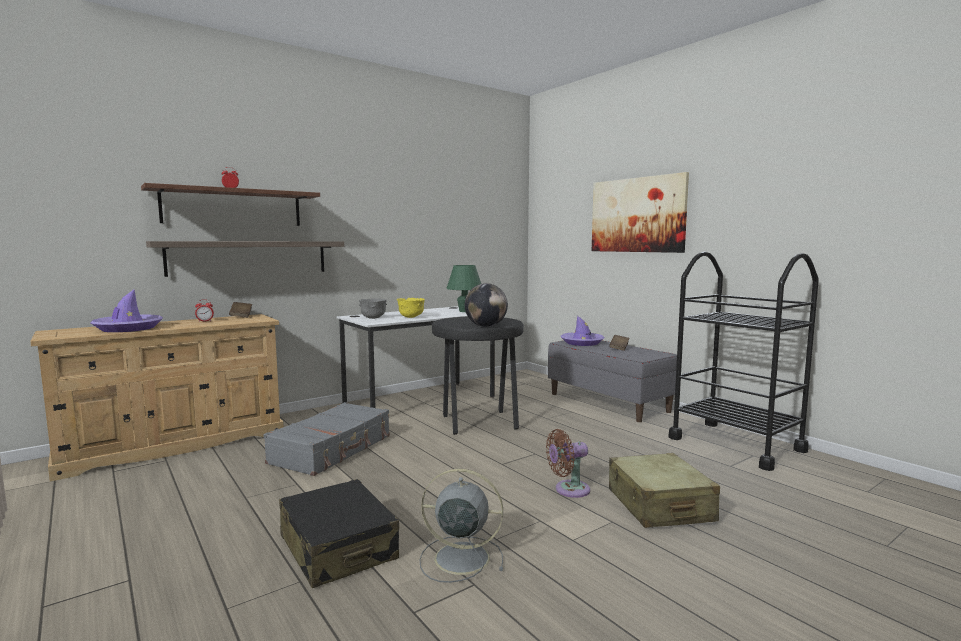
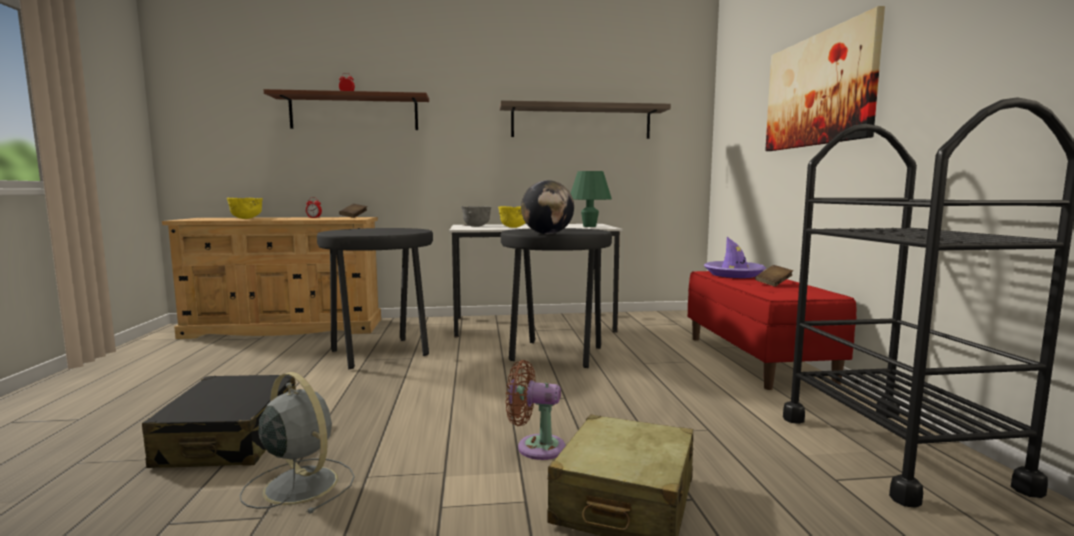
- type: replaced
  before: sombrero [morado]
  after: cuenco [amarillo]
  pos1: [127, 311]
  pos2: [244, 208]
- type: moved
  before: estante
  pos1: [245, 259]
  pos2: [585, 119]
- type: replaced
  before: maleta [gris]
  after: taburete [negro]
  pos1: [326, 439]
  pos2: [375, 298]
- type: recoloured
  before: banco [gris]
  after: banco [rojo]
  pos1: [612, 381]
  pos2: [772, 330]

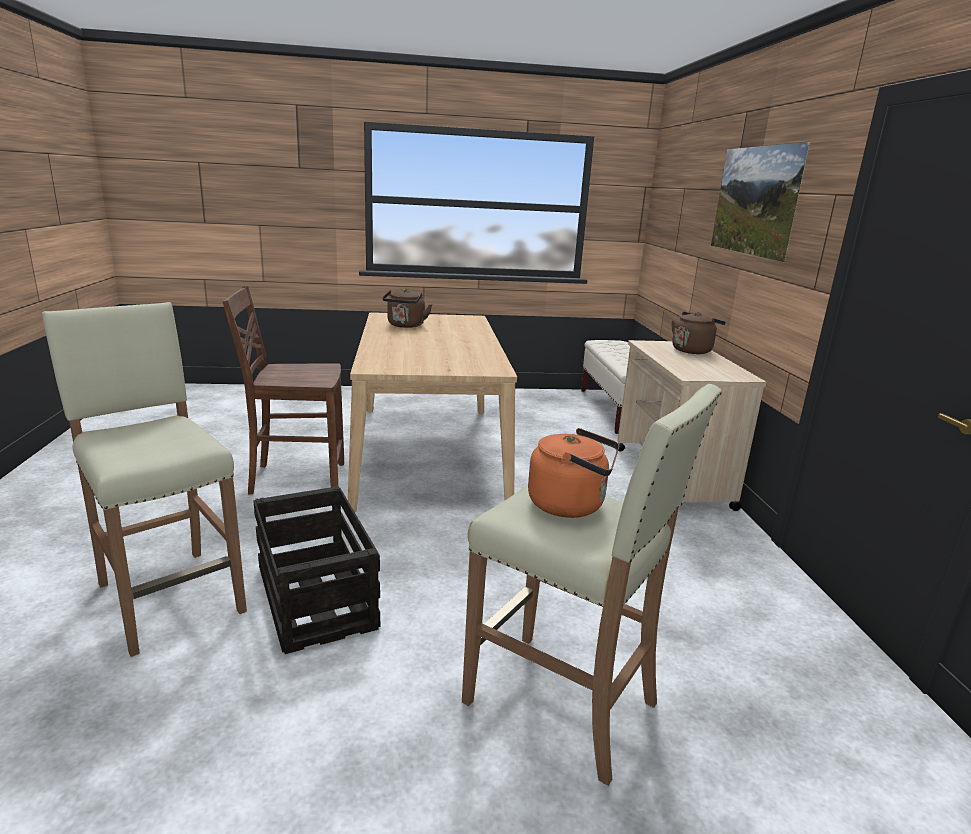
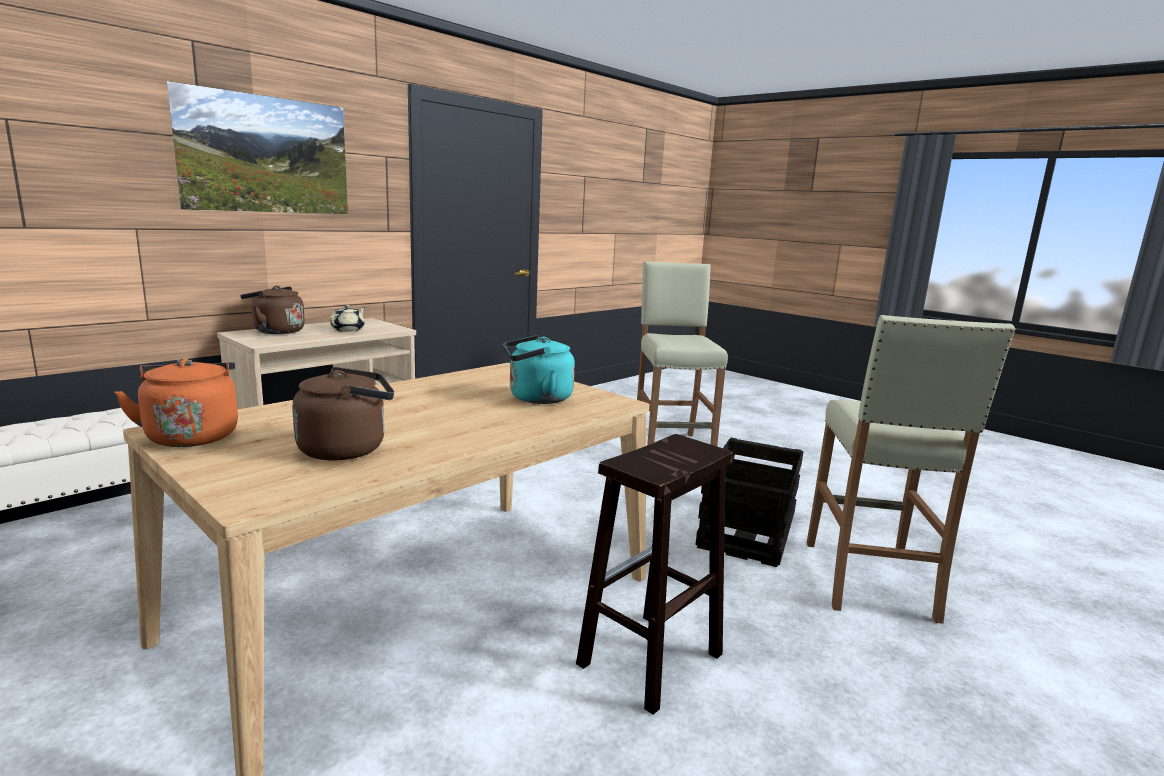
- type: replaced
  before: silla [marrón]
  after: taburete [marrón]
  pos1: [283, 390]
  pos2: [654, 574]
- type: moved
  before: hervidor [naranja]
  pos1: [573, 473]
  pos2: [176, 403]
- type: added
  after: tetera [beis]
  pos2: [347, 318]
- type: added
  after: hervidor [turquesa]
  pos2: [539, 369]

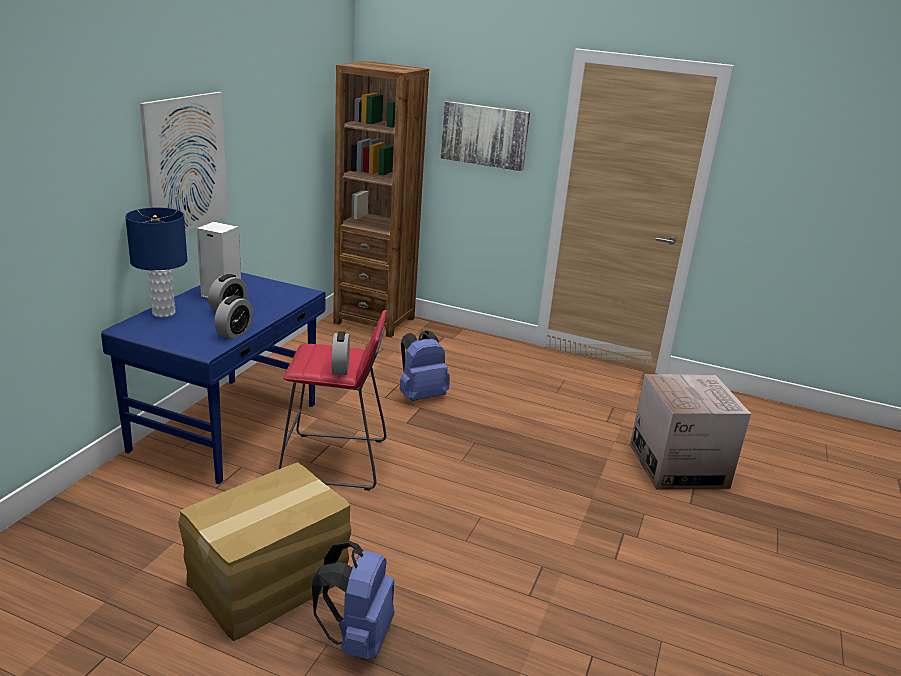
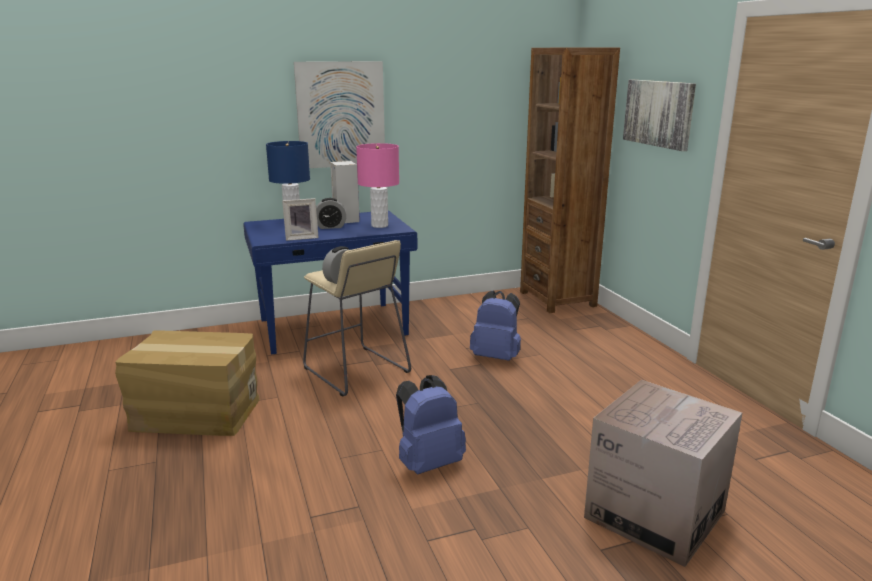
- type: replaced
  before: despertador
  after: portarretratos
  pos1: [233, 317]
  pos2: [300, 219]
- type: recoloured
  before: taburete [rojo]
  after: taburete [beis]
  pos1: [333, 400]
  pos2: [357, 318]
- type: moved
  before: mochila [azul]
  pos1: [353, 600]
  pos2: [431, 424]
- type: added
  after: lámpara de mesa [rosa]
  pos2: [377, 185]

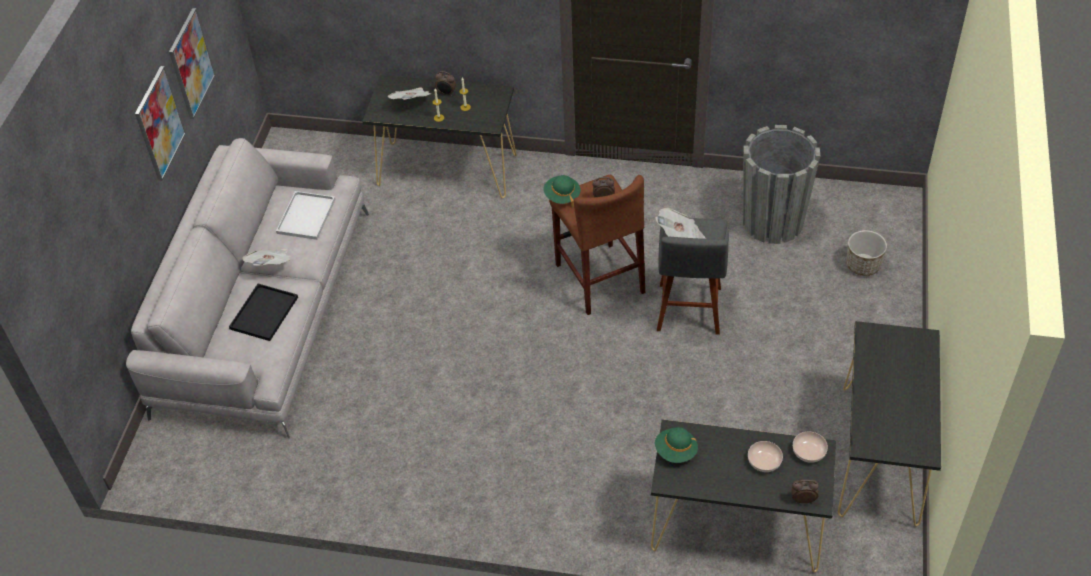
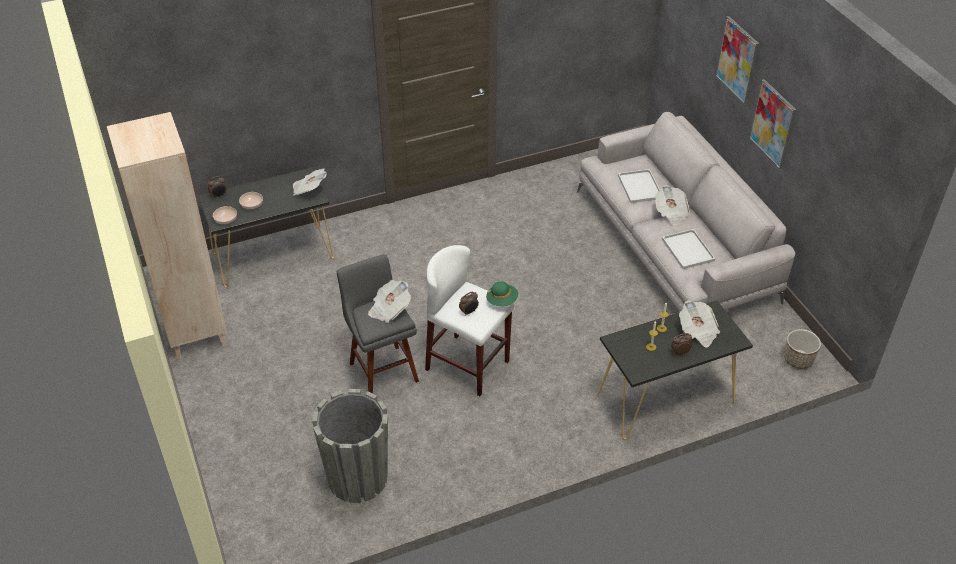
- type: moved
  before: cuadro
  pos1: [192, 63]
  pos2: [737, 60]
- type: recoloured
  before: bandeja [negro]
  after: bandeja [blanco]
  pos1: [263, 312]
  pos2: [639, 186]
- type: recoloured
  before: taburete [marrón]
  after: taburete [blanco]
  pos1: [597, 245]
  pos2: [469, 320]
- type: replaced
  before: sombrero [verde]
  after: periódico
  pos1: [676, 445]
  pos2: [310, 182]
- type: replaced
  before: mesa consola [negro]
  after: estantería [beis]
  pos1: [889, 424]
  pos2: [167, 235]
- type: moved
  before: maceta
  pos1: [866, 253]
  pos2: [802, 349]

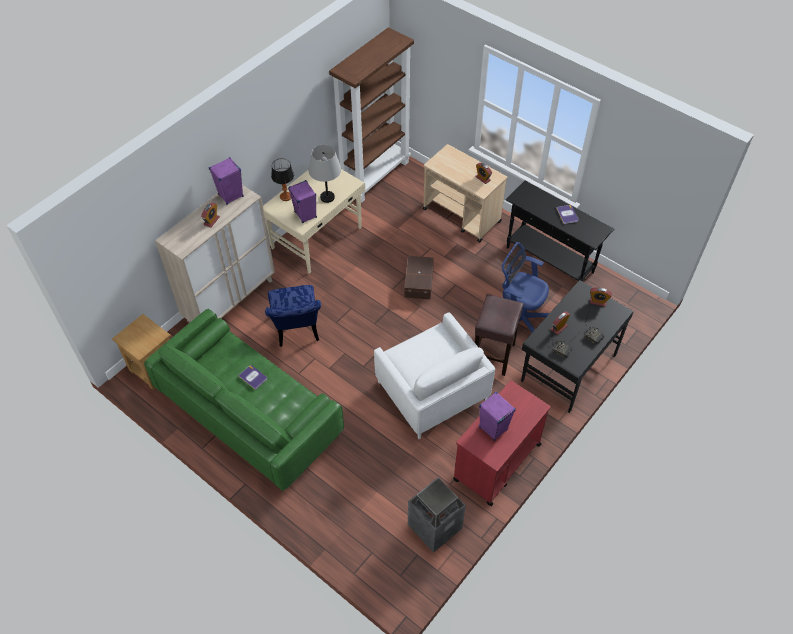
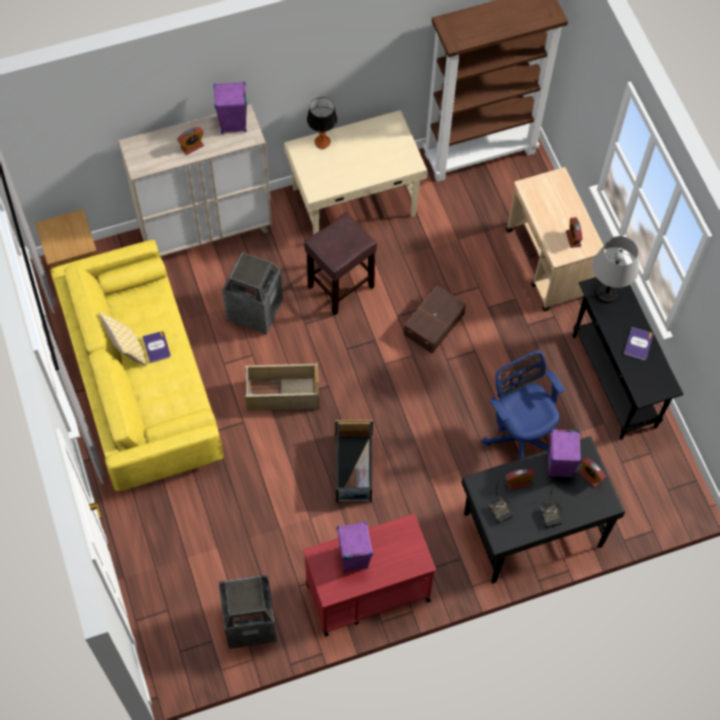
- type: recoloured
  before: sofá [verde]
  after: sofá [amarillo]
  pos1: [244, 400]
  pos2: [137, 365]
- type: replaced
  before: silla [azul]
  after: papelera
  pos1: [293, 316]
  pos2: [252, 293]
- type: moved
  before: altavoz [morado]
  pos1: [302, 201]
  pos2: [564, 453]
- type: moved
  before: lámpara de mesa [gris]
  pos1: [324, 174]
  pos2: [615, 269]
- type: replaced
  before: sillón [blanco]
  after: caja de almacenaje [negro]
  pos1: [434, 375]
  pos2: [354, 461]
- type: moved
  before: taburete [marrón]
  pos1: [499, 335]
  pos2: [340, 263]
- type: added
  after: cojín
  pos2: [123, 339]
- type: added
  after: caja de almacenaje [beis]
  pos2: [282, 386]

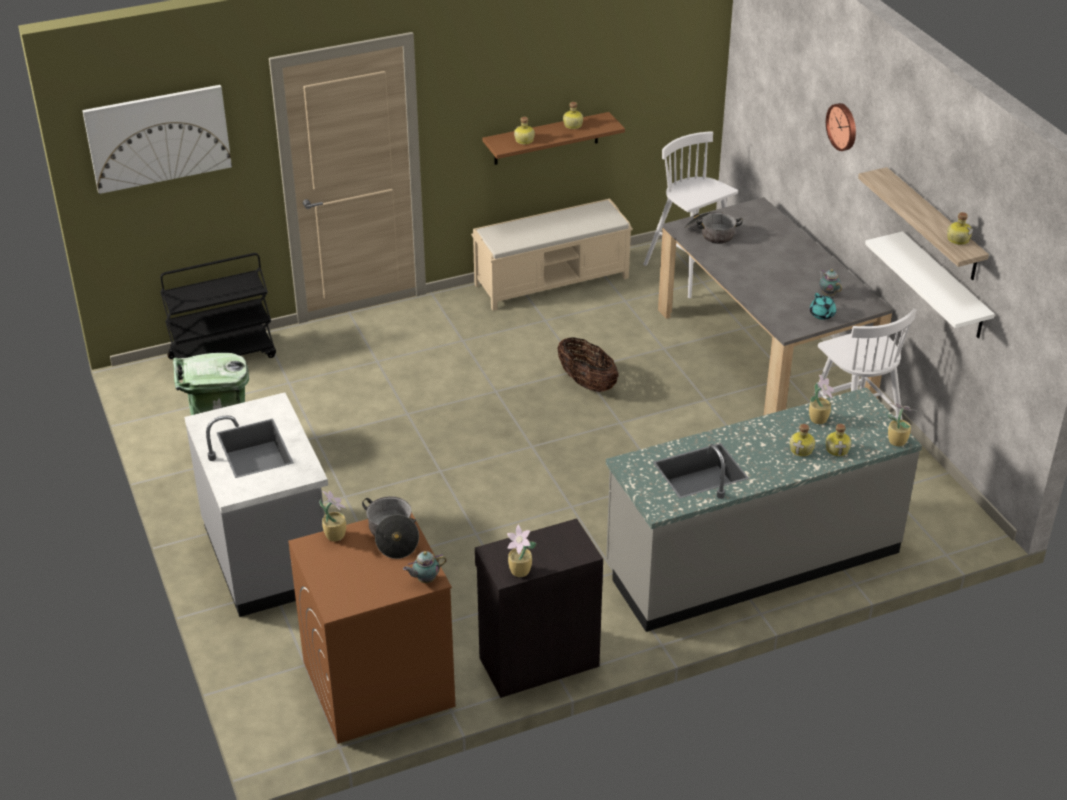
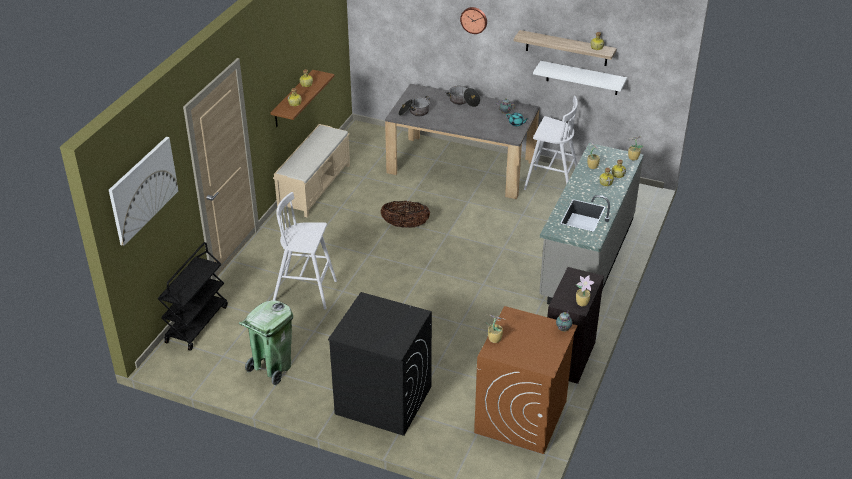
- type: replaced
  before: mueble bajo de cocina [gris]
  after: lavadora [negro]
  pos1: [256, 504]
  pos2: [380, 364]
- type: moved
  before: olla
  pos1: [390, 527]
  pos2: [463, 96]
- type: moved
  before: taburete [blanco]
  pos1: [690, 214]
  pos2: [305, 250]

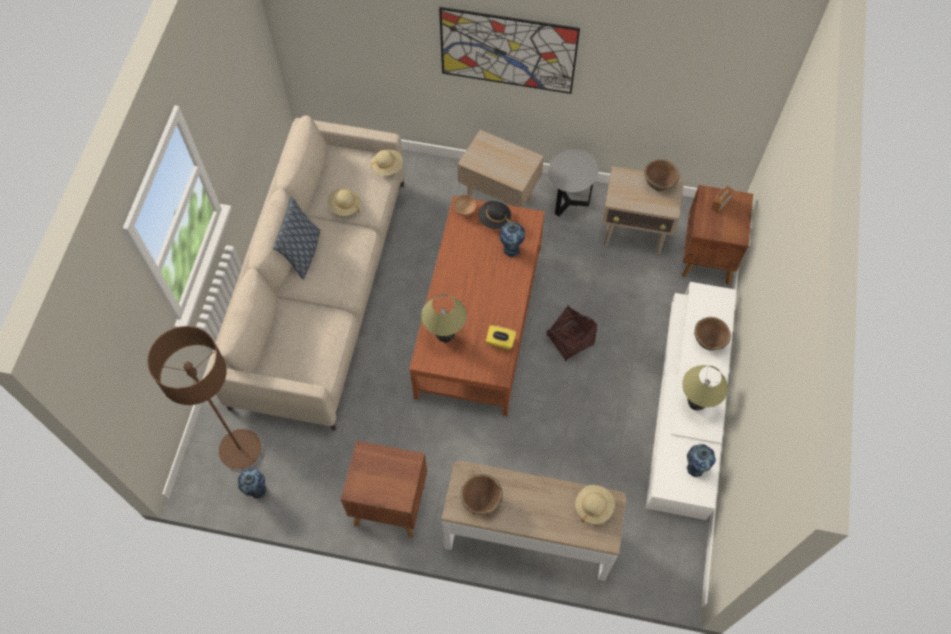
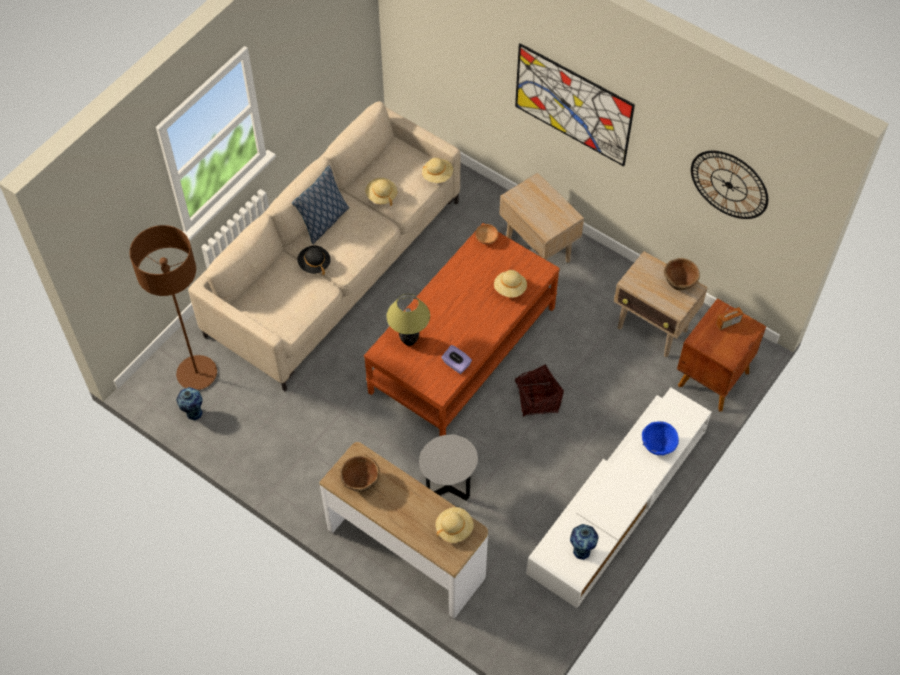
- type: removed
  before: mesita de noche [marrón]
  pos1: [383, 489]
- type: moved
  before: sombrero [negro]
  pos1: [495, 215]
  pos2: [314, 260]
- type: recoloured
  before: caja de pañuelos [amarillo]
  after: caja de pañuelos [morado]
  pos1: [501, 337]
  pos2: [456, 359]
- type: replaced
  before: florero
  after: sombrero [beis]
  pos1: [512, 239]
  pos2: [510, 284]
- type: moved
  before: mesa auxiliar [gris]
  pos1: [573, 182]
  pos2: [448, 468]
- type: removed
  before: lámpara de mesa
  pos1: [705, 387]
- type: recoloured
  before: cuenco [marrón]
  after: cuenco [azul]
  pos1: [712, 333]
  pos2: [660, 438]
- type: added
  after: reloj de pared
  pos2: [729, 185]

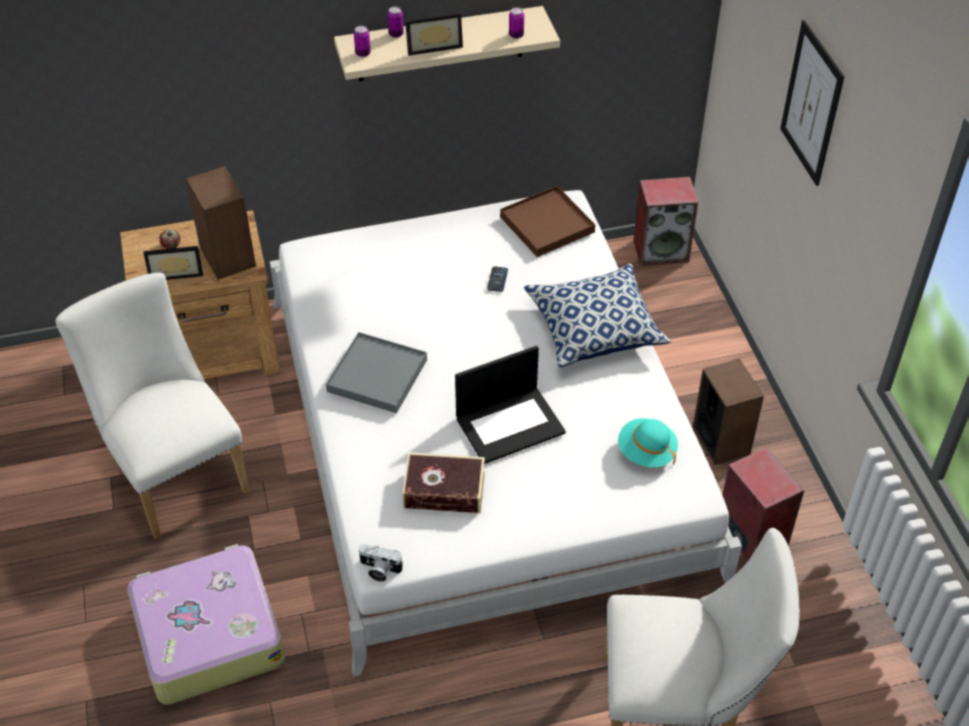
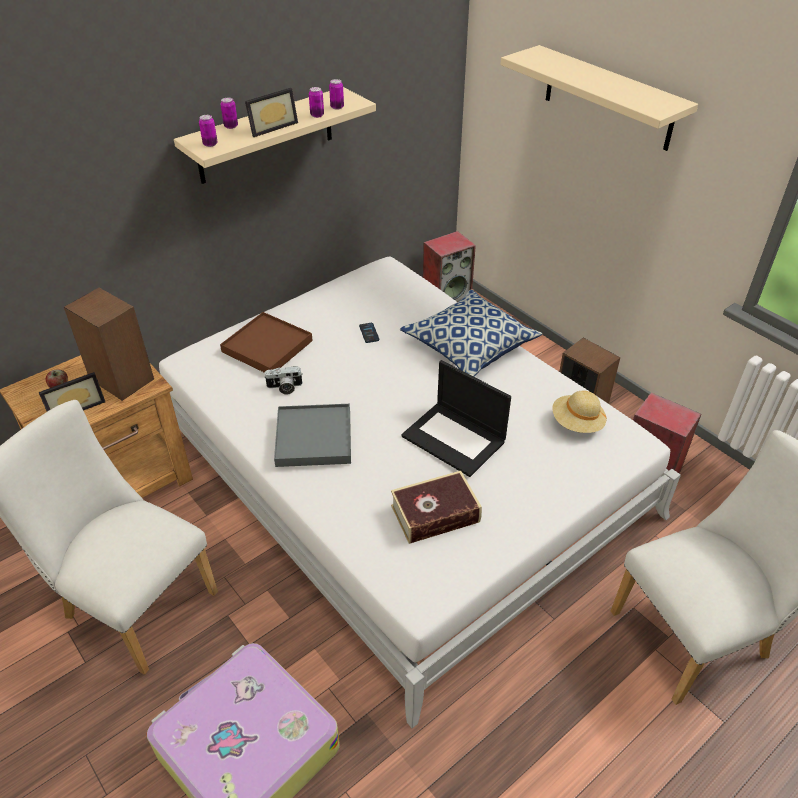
- type: moved
  before: cámara
  pos1: [381, 563]
  pos2: [283, 380]
- type: turned
  before: portátil
  pos1: [510, 405]
  pos2: [456, 418]
  turn: 90
- type: moved
  before: bandeja [marrón]
  pos1: [547, 221]
  pos2: [266, 342]
- type: recoloured
  before: sombrero [turquesa]
  after: sombrero [beis]
  pos1: [648, 442]
  pos2: [579, 412]
- type: replaced
  before: cuadro
  after: estante [beis]
  pos1: [812, 103]
  pos2: [599, 98]
- type: added
  after: lata
  pos2: [316, 102]

